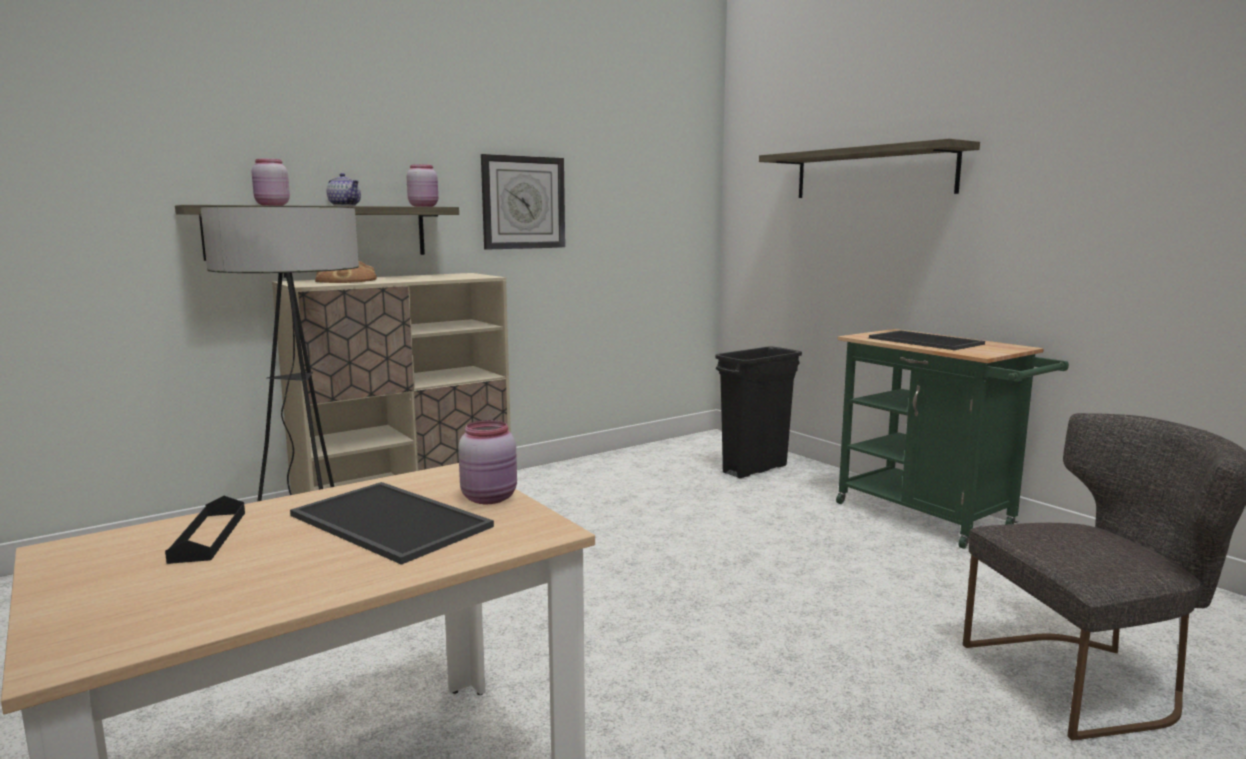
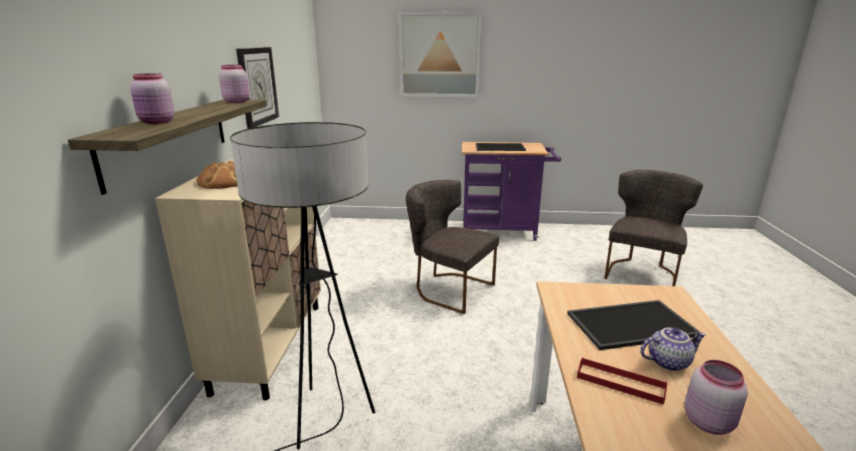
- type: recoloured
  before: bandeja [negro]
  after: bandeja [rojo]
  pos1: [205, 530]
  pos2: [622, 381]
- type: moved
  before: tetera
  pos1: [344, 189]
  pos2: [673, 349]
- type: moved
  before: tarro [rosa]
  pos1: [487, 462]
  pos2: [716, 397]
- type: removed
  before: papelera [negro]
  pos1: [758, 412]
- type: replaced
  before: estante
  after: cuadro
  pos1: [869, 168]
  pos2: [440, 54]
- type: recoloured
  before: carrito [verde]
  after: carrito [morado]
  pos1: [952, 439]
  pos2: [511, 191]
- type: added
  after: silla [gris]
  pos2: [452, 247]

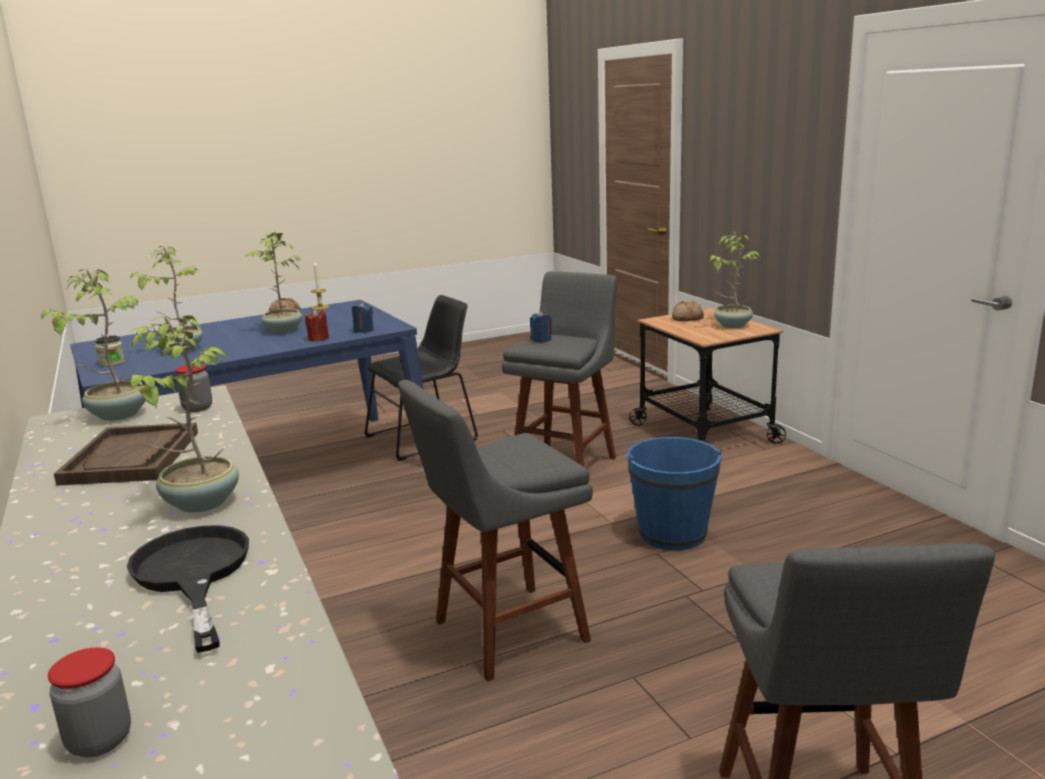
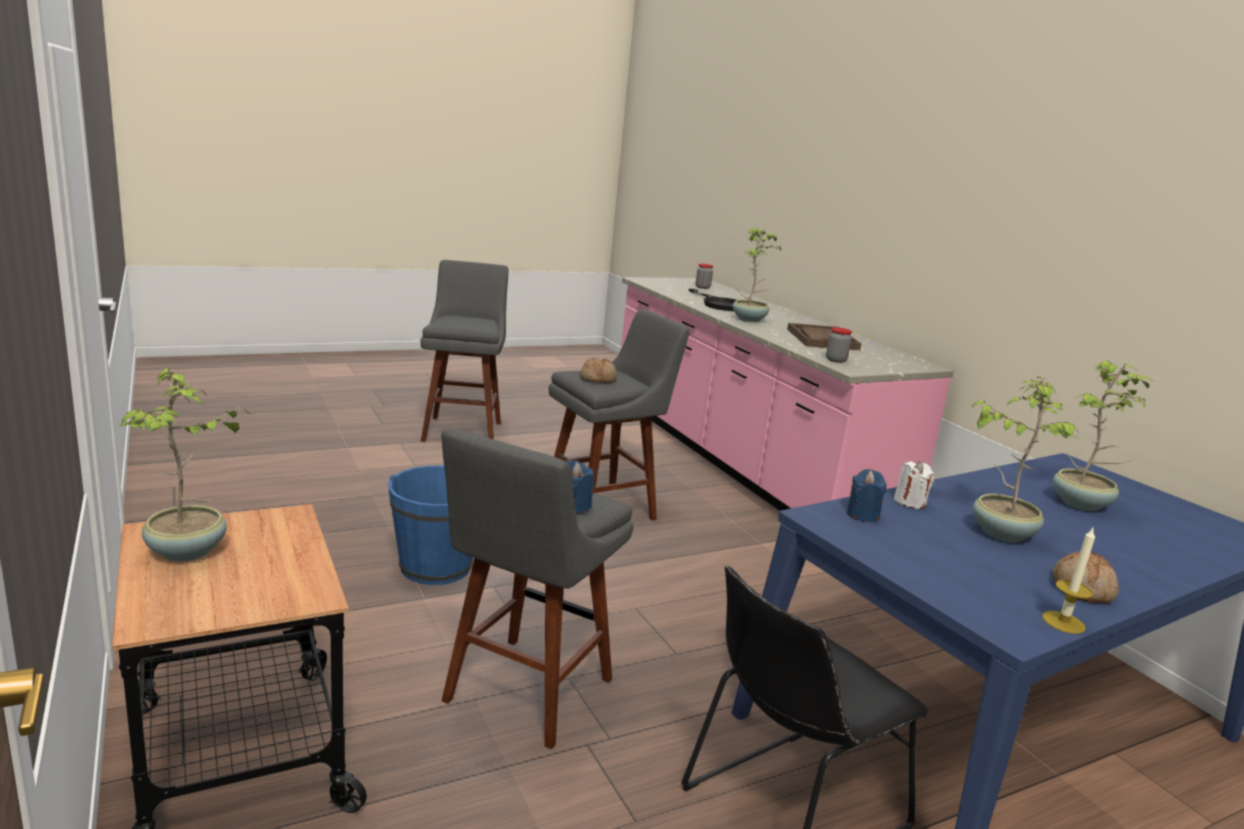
- type: removed
  before: planta en maceta
  pos1: [93, 344]
- type: removed
  before: tarro
  pos1: [110, 351]
- type: recoloured
  before: vela [rojo]
  after: vela [blanco]
  pos1: [317, 325]
  pos2: [914, 485]
- type: moved
  before: pan
  pos1: [688, 311]
  pos2: [598, 370]

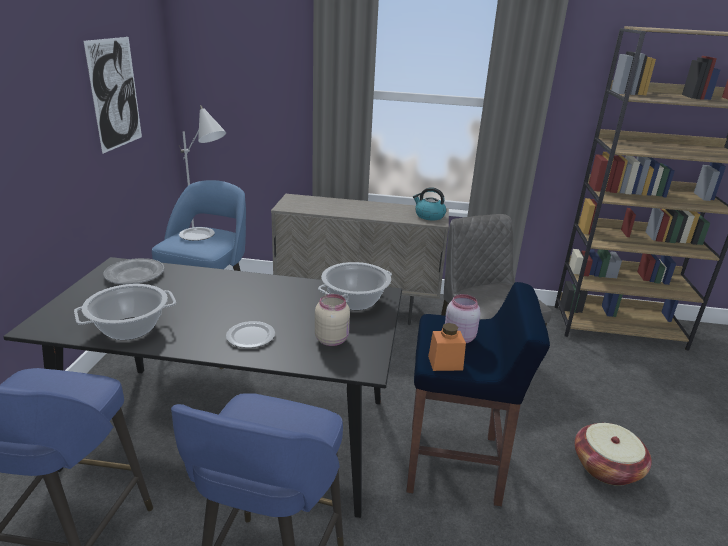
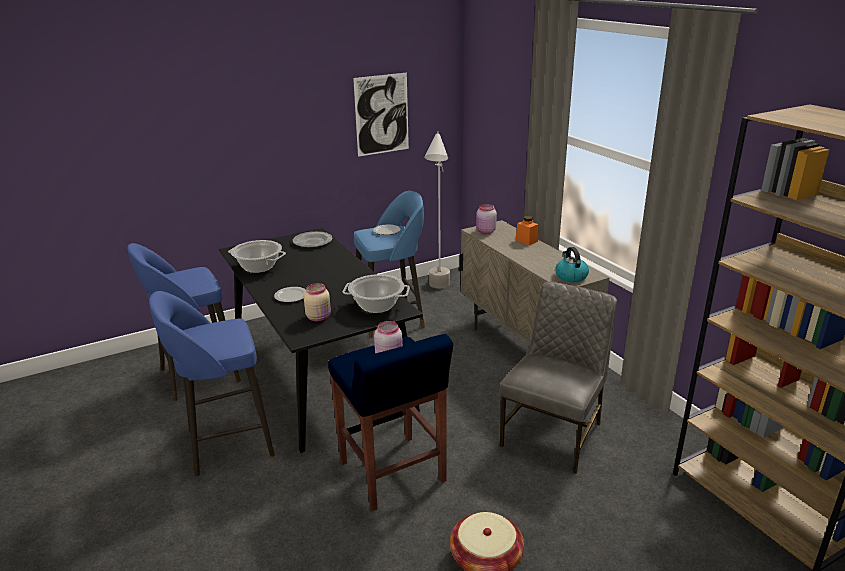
- type: moved
  before: tarro [naranja]
  pos1: [447, 347]
  pos2: [527, 230]
- type: added
  after: tarro [rosa]
  pos2: [486, 219]

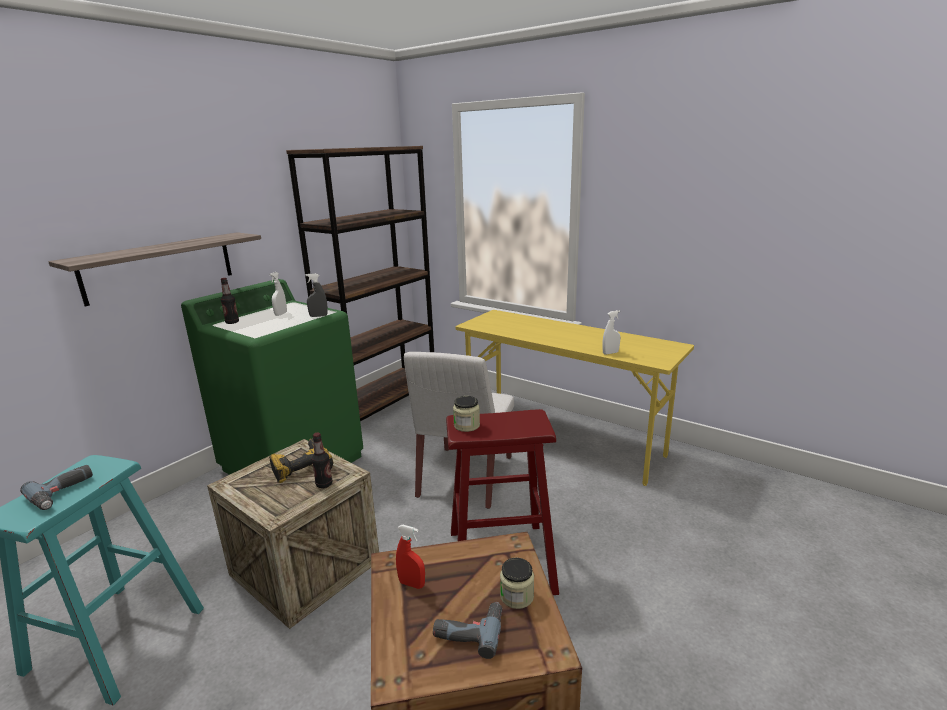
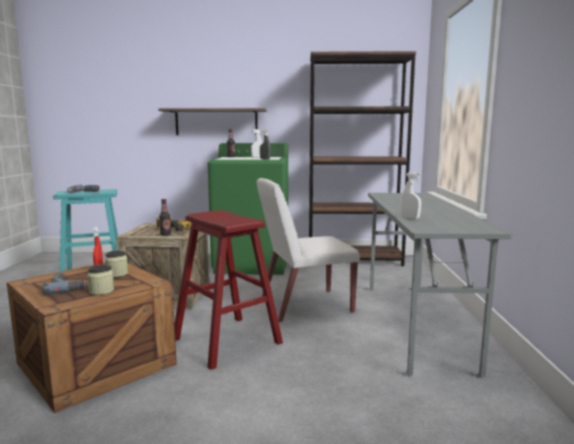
- type: moved
  before: tarro
  pos1: [466, 414]
  pos2: [116, 263]
- type: recoloured
  before: escritorio [amarillo]
  after: escritorio [gris]
  pos1: [574, 398]
  pos2: [440, 285]

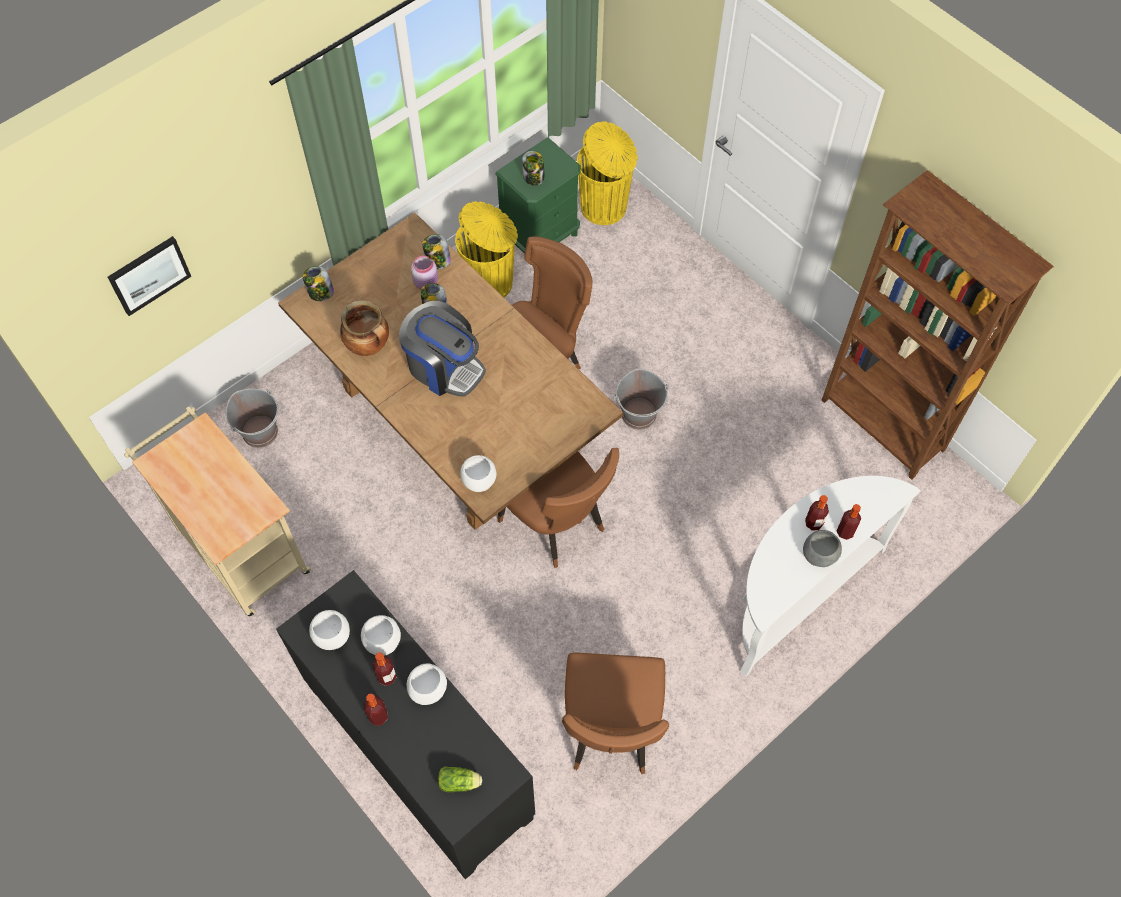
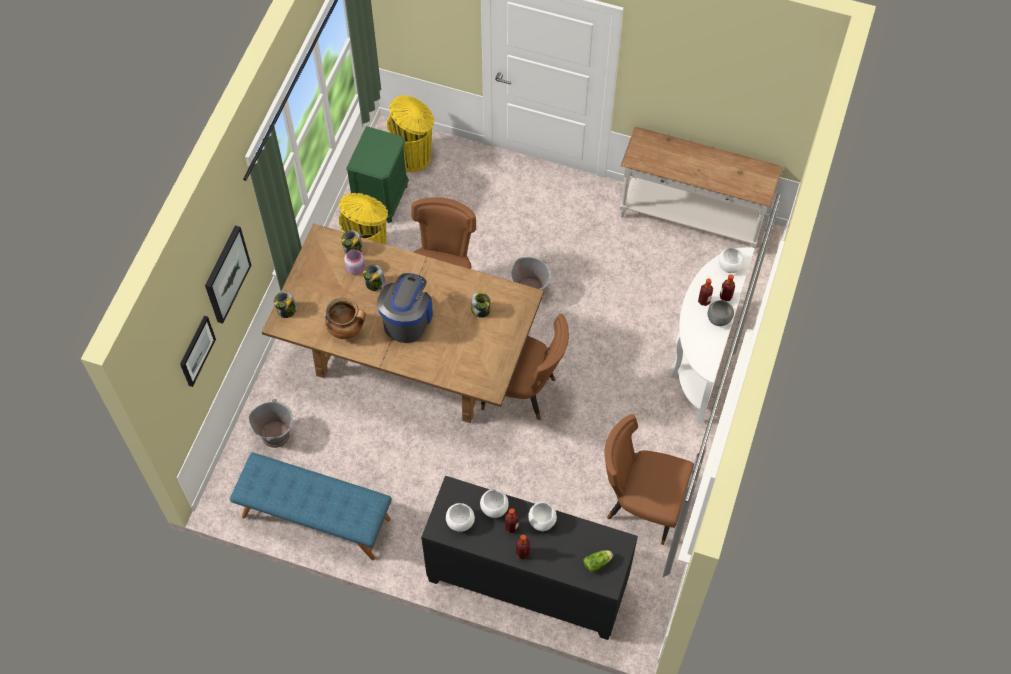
- type: replaced
  before: carrito [beis]
  after: banco [azul]
  pos1: [217, 512]
  pos2: [311, 506]
- type: turned
  before: cafetera
  pos1: [442, 349]
  pos2: [405, 308]
  turn: -75
- type: moved
  before: cuenco [blanco]
  pos1: [478, 473]
  pos2: [731, 260]
- type: moved
  before: tarro
  pos1: [533, 168]
  pos2: [481, 305]
- type: turned
  before: silla [marrón]
  pos1: [615, 713]
  pos2: [649, 479]
  turn: 135
- type: replaced
  before: estantería [marrón]
  after: mesa consola [blanco]
  pos1: [938, 325]
  pos2: [701, 187]
- type: added
  after: cuadro
  pos2: [228, 275]

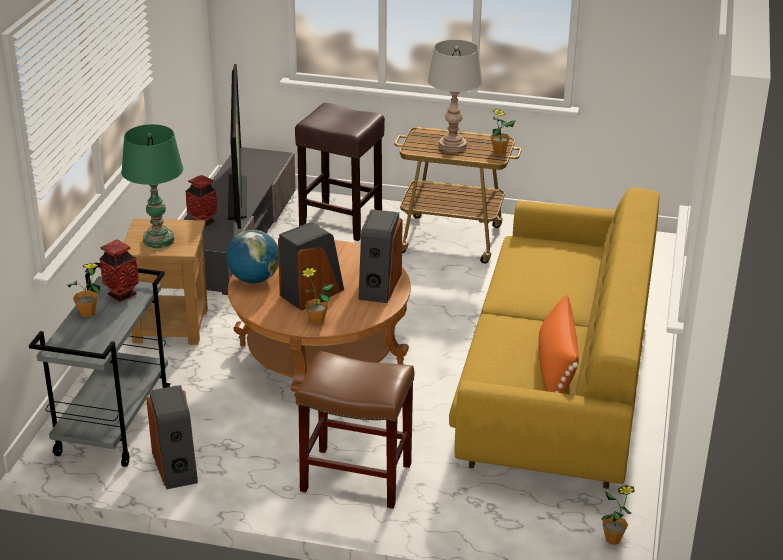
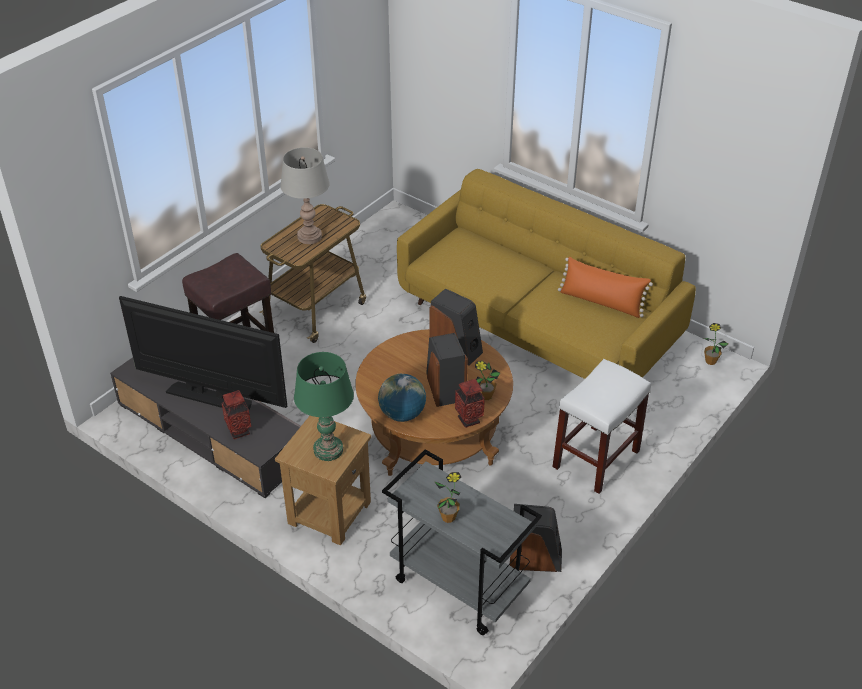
- type: moved
  before: florero
  pos1: [119, 270]
  pos2: [470, 403]
- type: recoloured
  before: taburete [marrón]
  after: taburete [blanco]
  pos1: [355, 430]
  pos2: [601, 426]
- type: removed
  before: planta en maceta
  pos1: [503, 131]

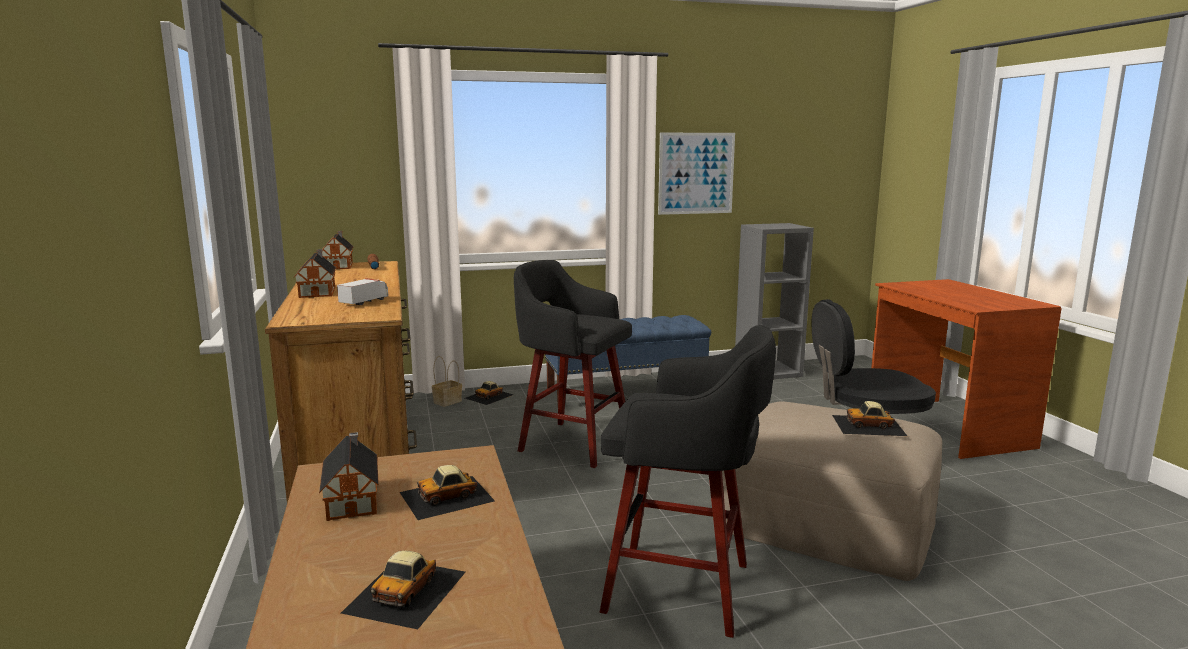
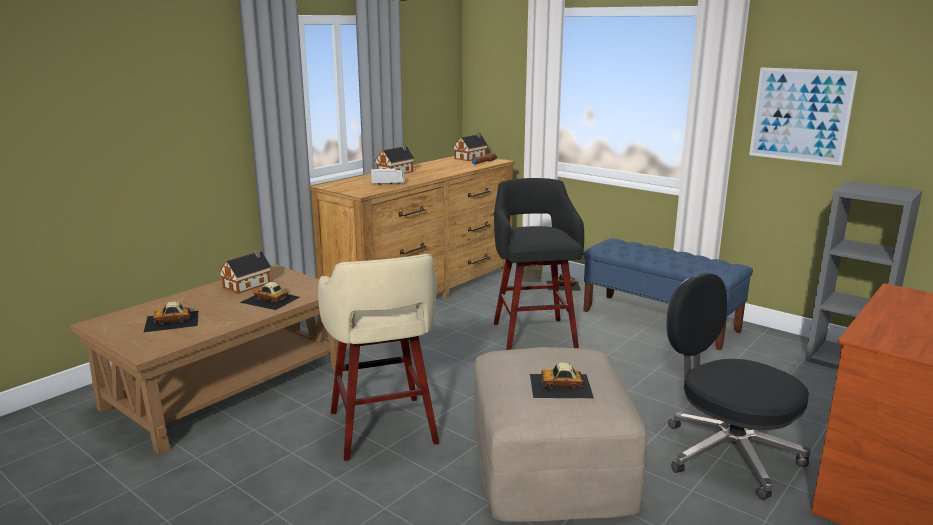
- type: recoloured
  before: taburete [negro]
  after: taburete [beis]
  pos1: [688, 481]
  pos2: [378, 357]
- type: turned
  before: coche de juguete
  pos1: [869, 418]
  pos2: [562, 380]
  turn: -60

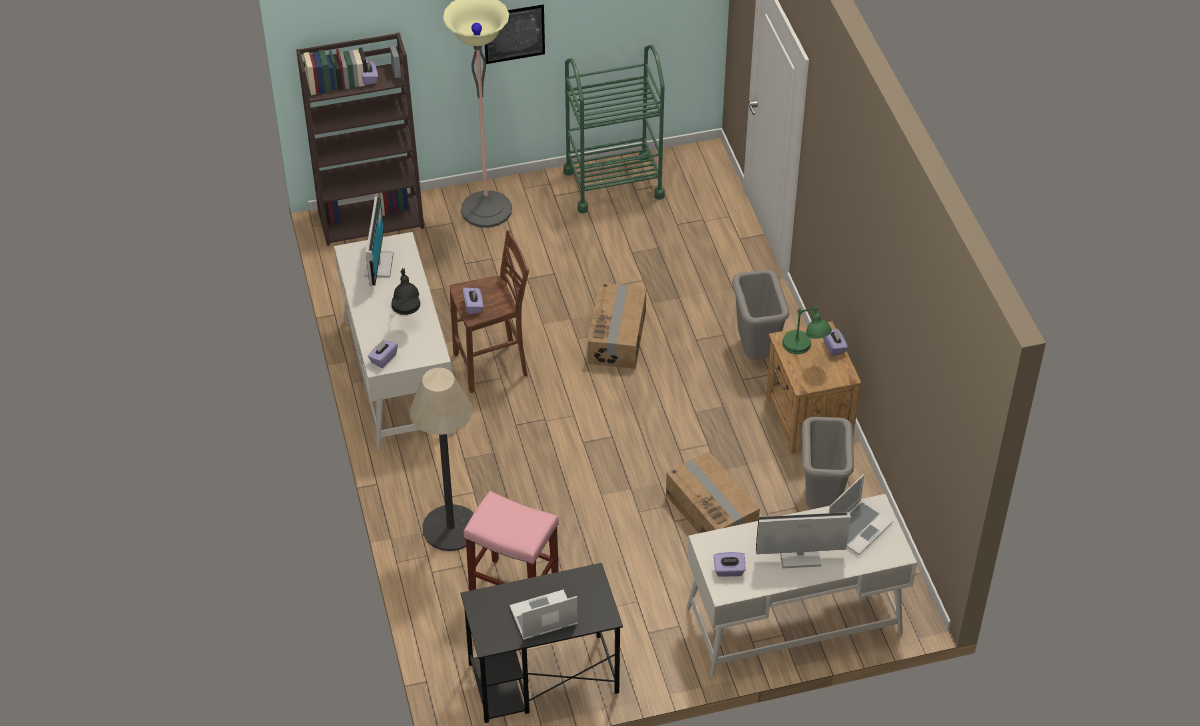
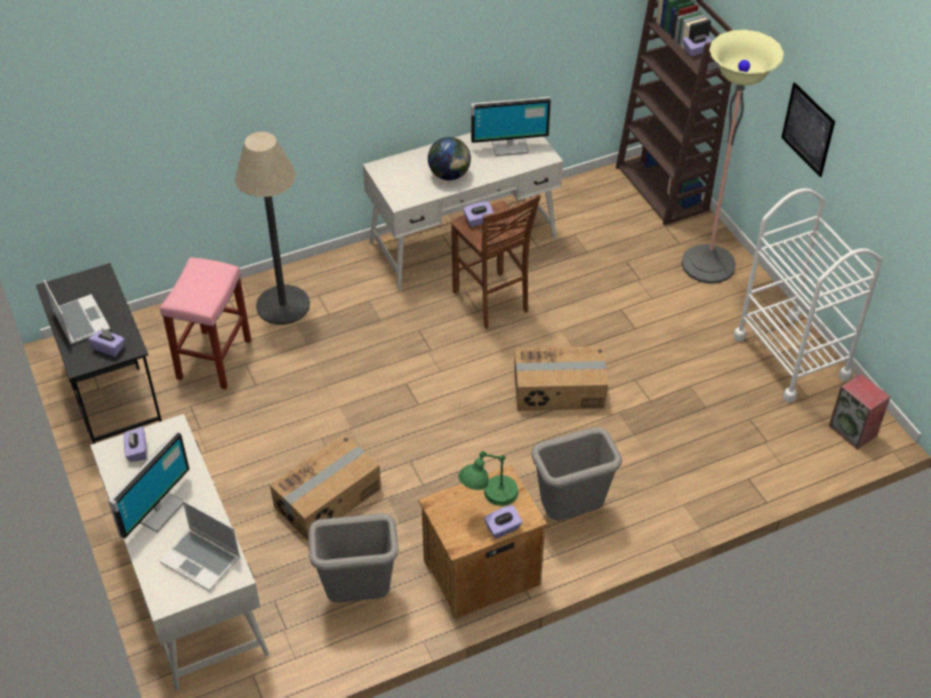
- type: moved
  before: caja de pañuelos [morado]
  pos1: [383, 353]
  pos2: [107, 342]
- type: replaced
  before: lámpara de mesa [negro]
  after: globo terráqueo
  pos1: [405, 291]
  pos2: [449, 158]
- type: recoloured
  before: carrito [verde]
  after: carrito [blanco]
  pos1: [614, 129]
  pos2: [808, 295]
- type: turned
  before: monitor
  pos1: [803, 540]
  pos2: [149, 485]
  turn: 45
- type: added
  after: altavoz
  pos2: [859, 411]

